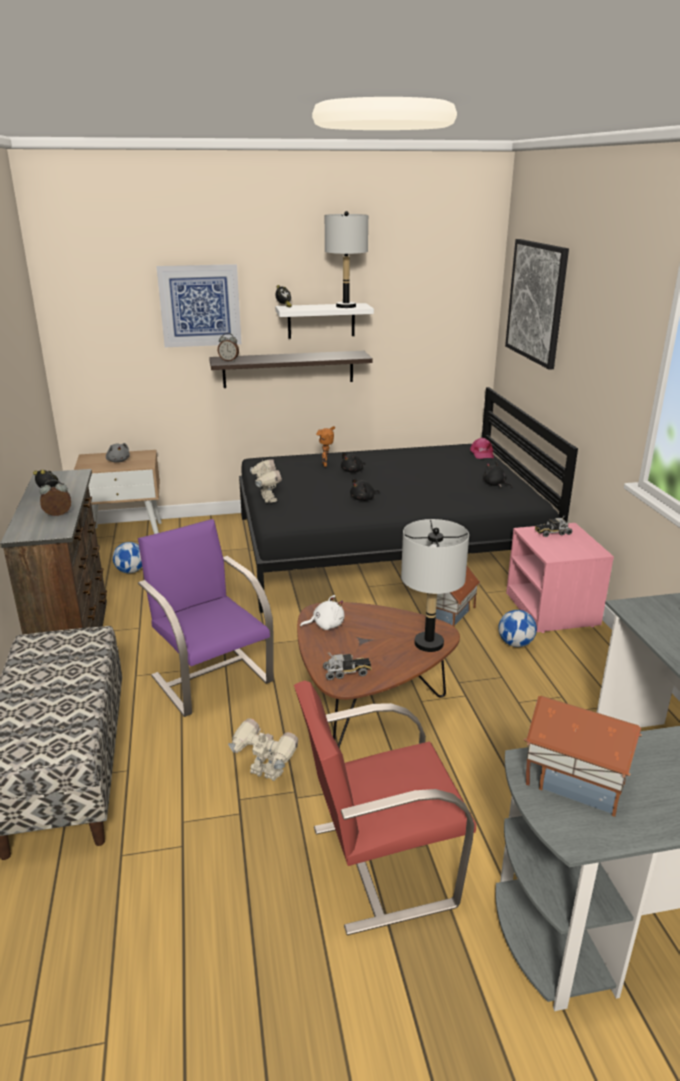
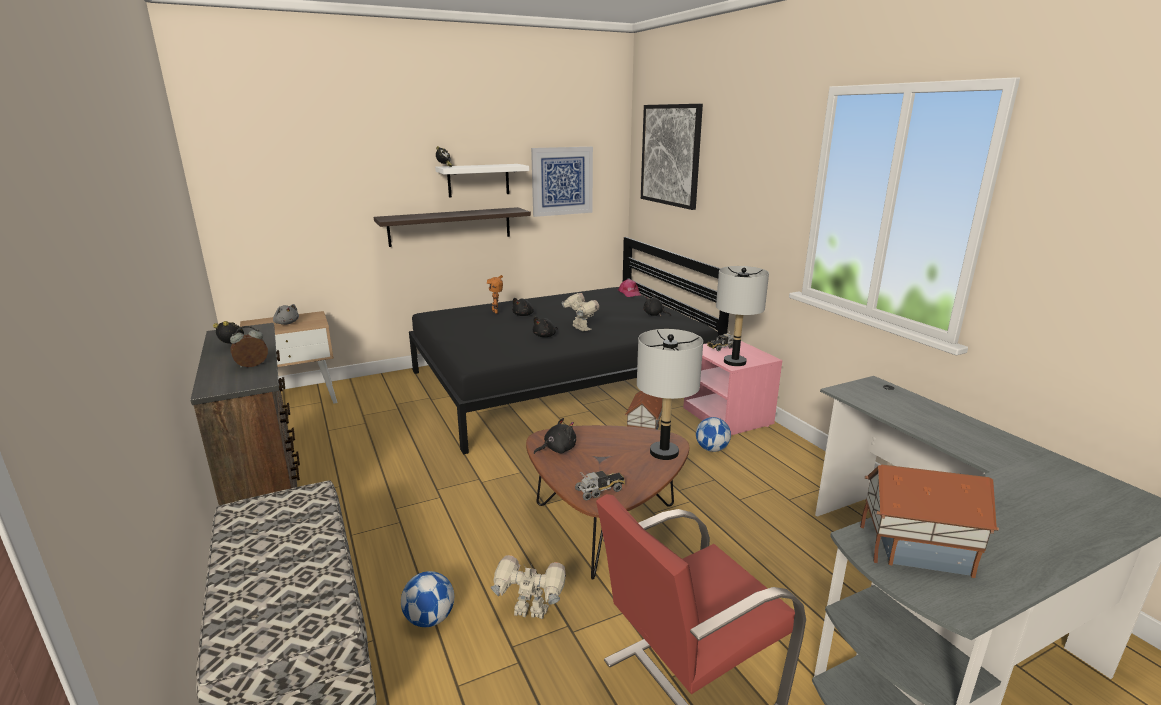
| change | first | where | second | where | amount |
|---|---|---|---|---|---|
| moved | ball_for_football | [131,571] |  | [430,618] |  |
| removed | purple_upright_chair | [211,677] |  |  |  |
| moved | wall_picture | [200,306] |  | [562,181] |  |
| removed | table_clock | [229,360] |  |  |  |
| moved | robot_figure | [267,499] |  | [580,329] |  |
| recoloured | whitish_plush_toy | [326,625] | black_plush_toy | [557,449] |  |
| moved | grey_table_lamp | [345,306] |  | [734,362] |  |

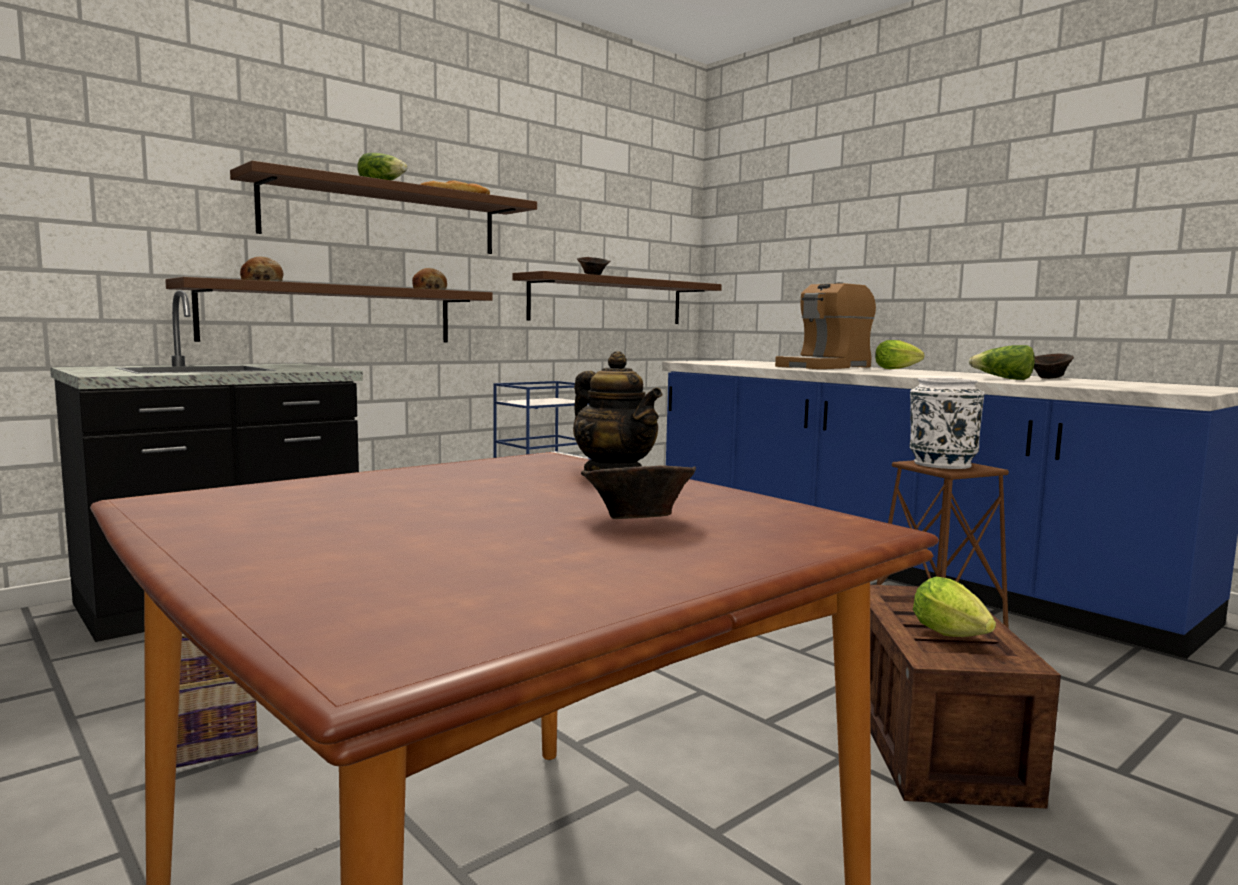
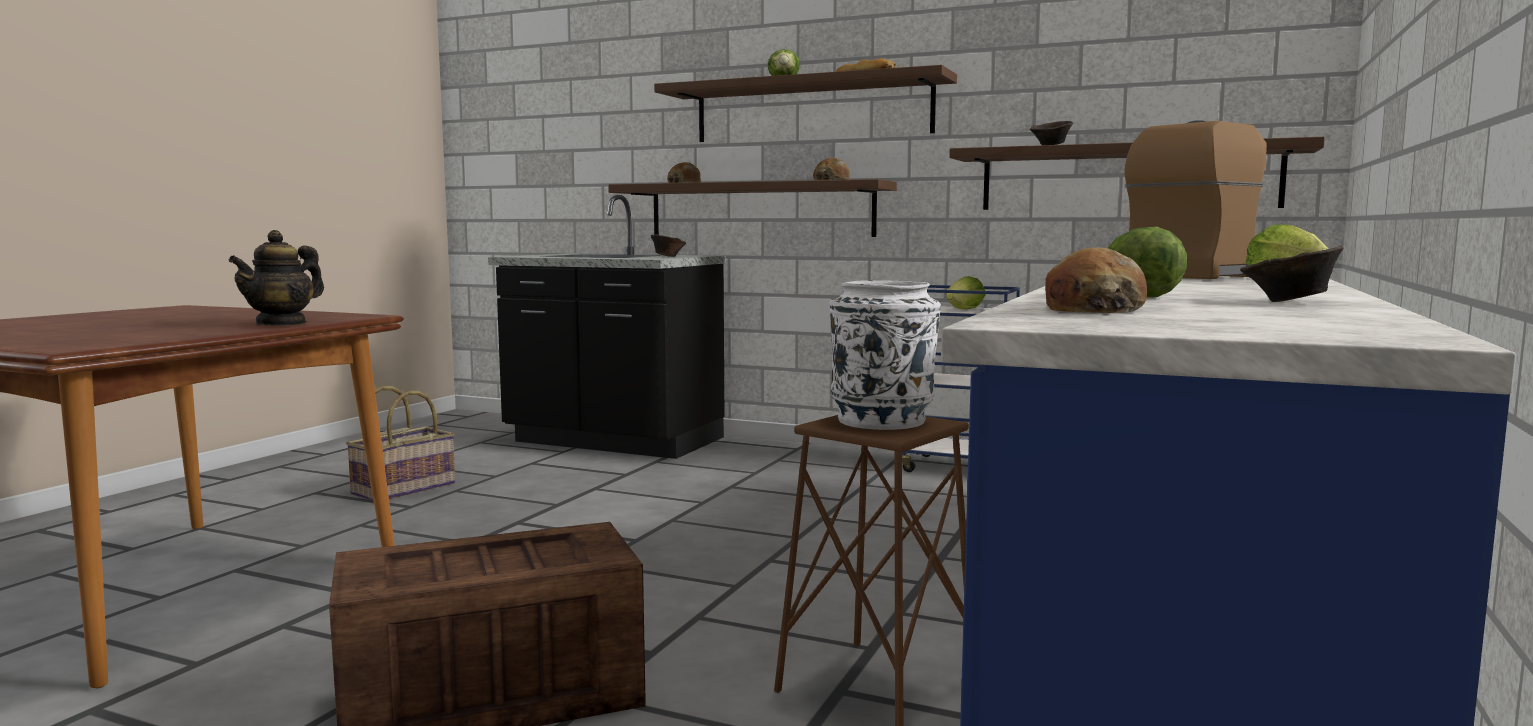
| change | first | where | second | where | amount |
|---|---|---|---|---|---|
| moved | brownish_serving_bowl | [636,521] |  | [668,256] |  |
| turned | coffee_machine | [825,367] |  | [1204,275] | 120 degrees clockwise |
| moved | lettuce | [954,636] |  | [963,310] |  |
| added |  |  | baked_bread | [1092,309] |  |

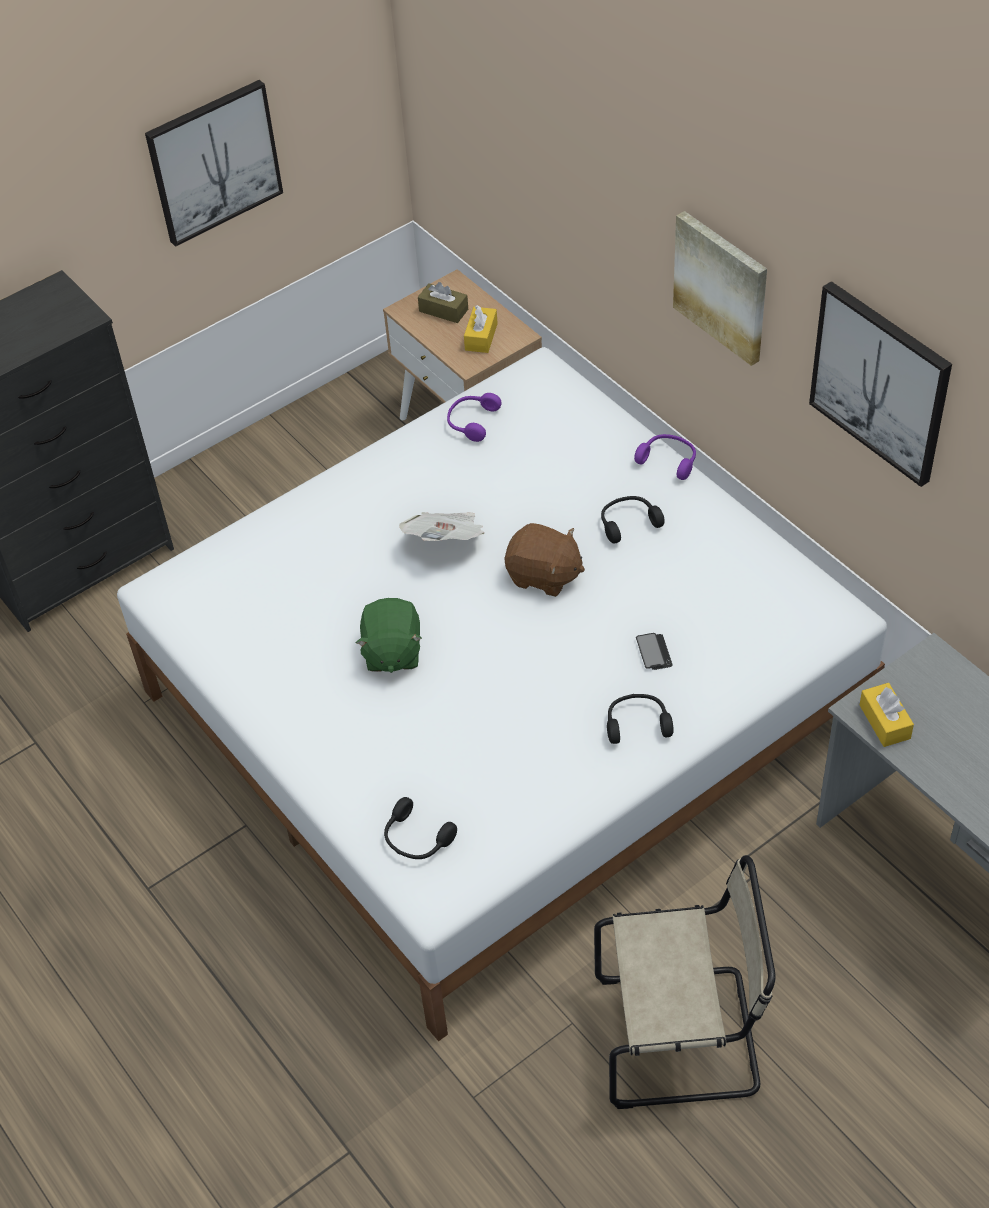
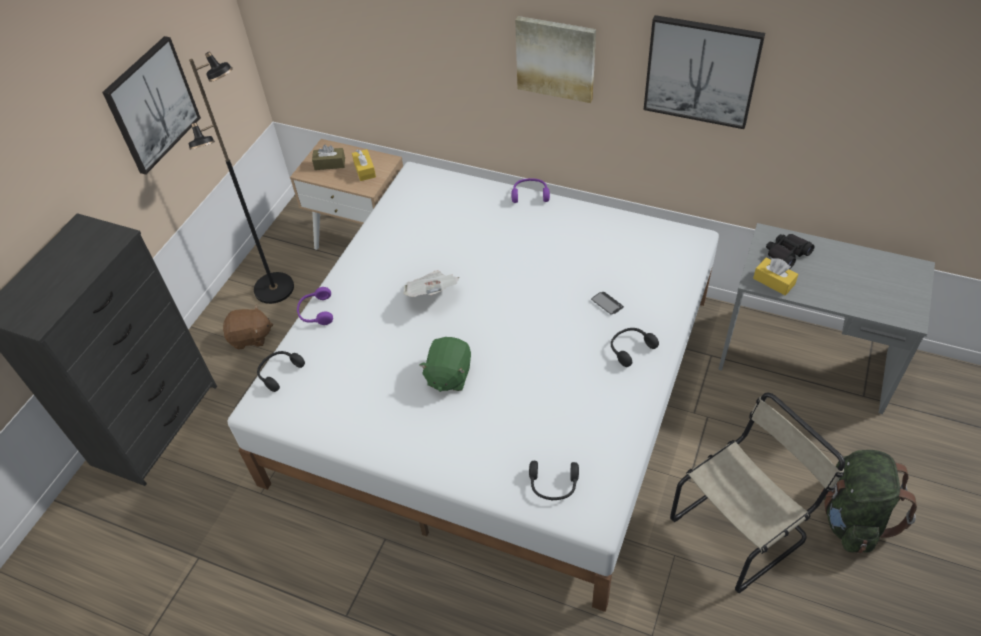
| change | first | where | second | where | amount |
|---|---|---|---|---|---|
| turned | green-coloured_plush_toy | [392,652] |  | [448,375] | 45 degrees clockwise |
| moved | purple_pair_of_headphones | [471,422] |  | [316,312] |  |
| moved | brownish_plush_toy | [544,576] |  | [250,337] |  |
| moved | black_pair_of_headphones | [628,523] |  | [279,372] |  |
| added |  |  | black_standing_lamp | [275,289] |  |
| added |  |  | black_binoculars | [786,254] |  |
| added |  |  | green-coloured_knapsack | [851,518] |  |

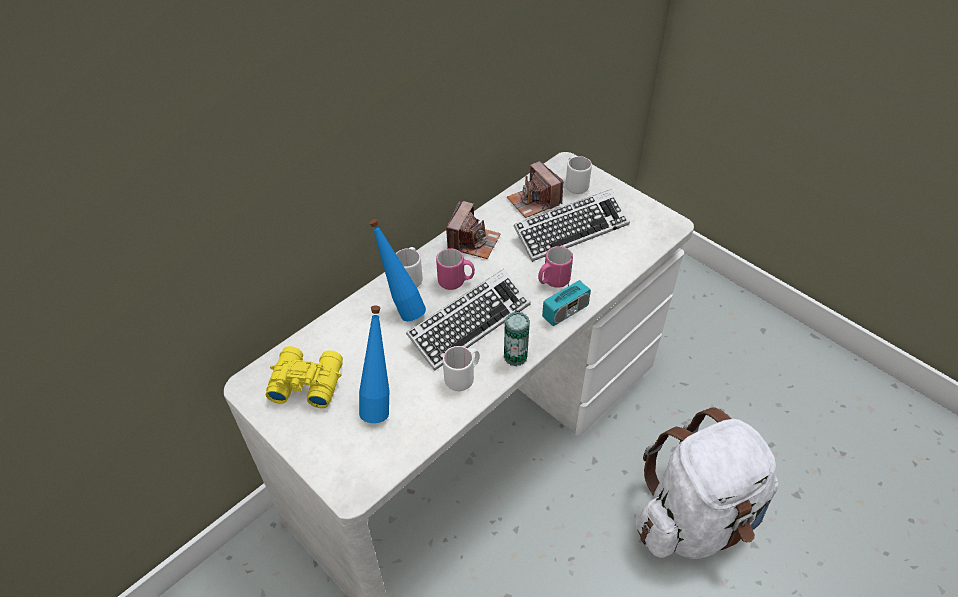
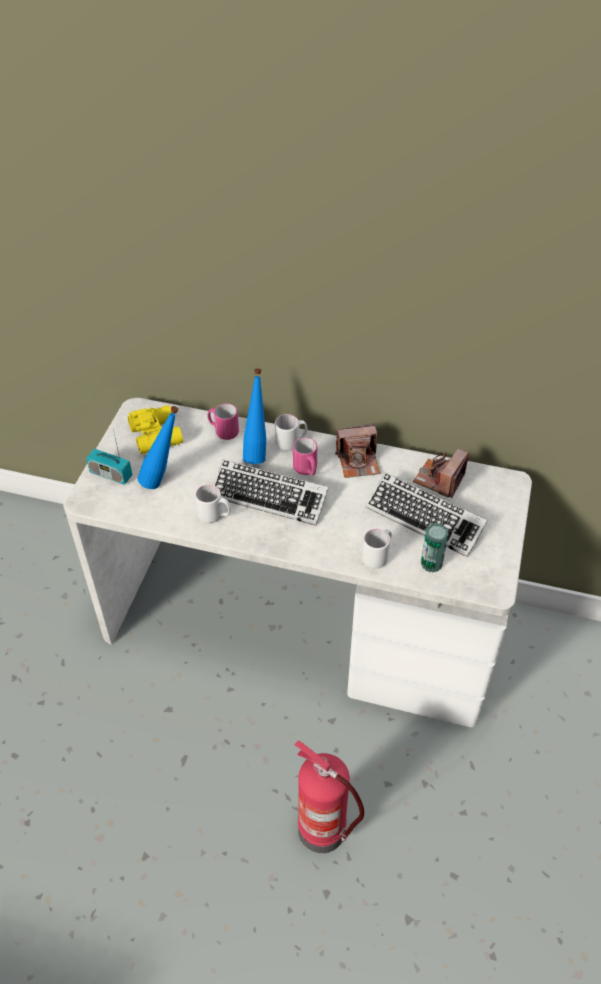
| change | first | where | second | where | amount |
|---|---|---|---|---|---|
| moved | metal_can | [515,356] |  | [431,563] |  |
| moved | pink-coloured_tea_mug | [552,281] |  | [223,431] |  |
| moved | radio_set | [565,312] |  | [111,474] |  |
| moved | whitish_tea_mug | [575,184] |  | [377,556] |  |
| replaced | whitish_knapsack | [696,518] | fire_extinguisher | [324,830] |  |

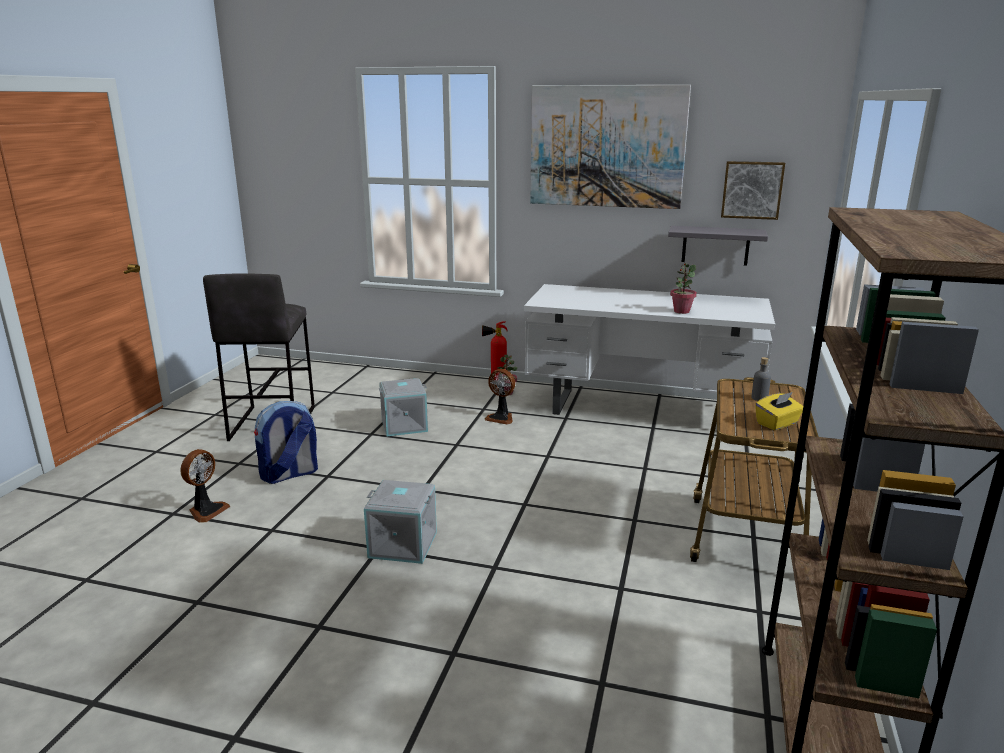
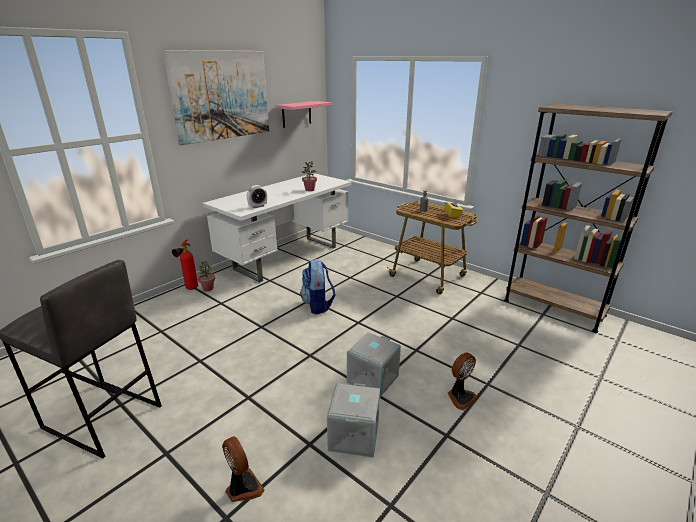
| change | first | where | second | where | amount |
|---|---|---|---|---|---|
| moved | knapsack | [289,474] |  | [318,305] |  |
| moved | grey_storage_bin | [404,425] |  | [353,435] |  |
| moved | fan | [501,418] |  | [460,397] |  |
| removed | grey_wall_shelf | [715,245] |  |  |  |
| replaced | wall_picture | [752,190] | pink-coloured_wall_shelf | [296,114] |  |
| added |  |  | table_clock | [257,206] |  |

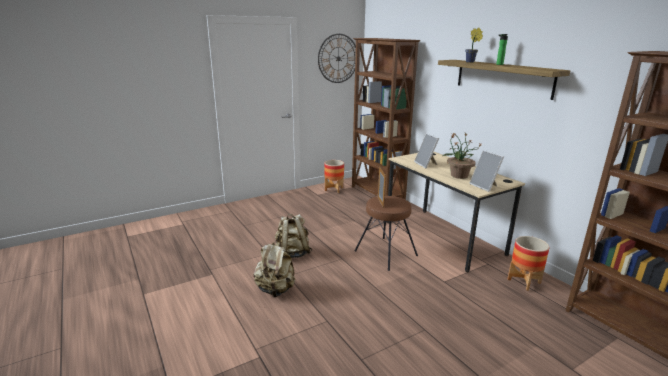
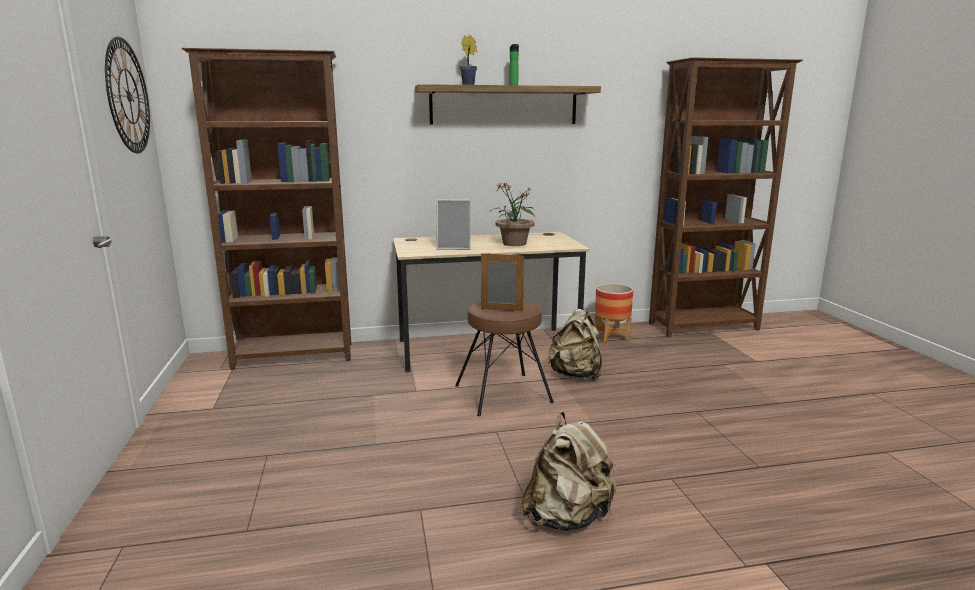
| change | first | where | second | where | amount |
|---|---|---|---|---|---|
| moved | beige_knapsack | [292,253] |  | [576,374] |  |
| removed | planter | [334,189] |  |  |  |
| removed | photo_frame | [485,186] |  |  |  |

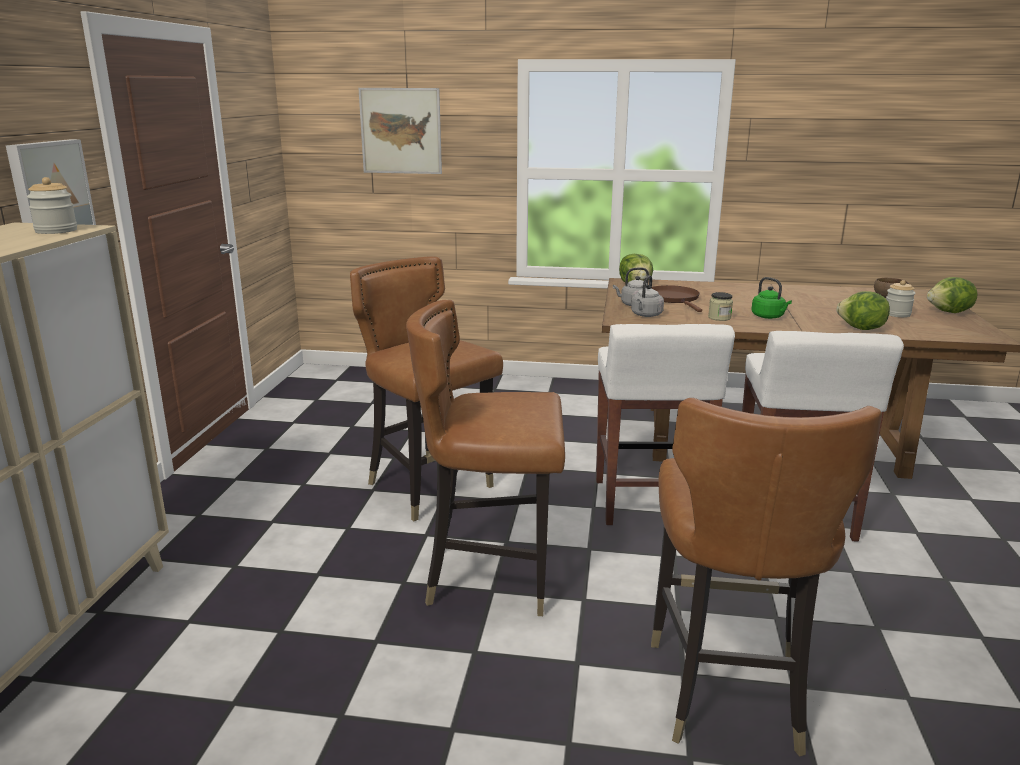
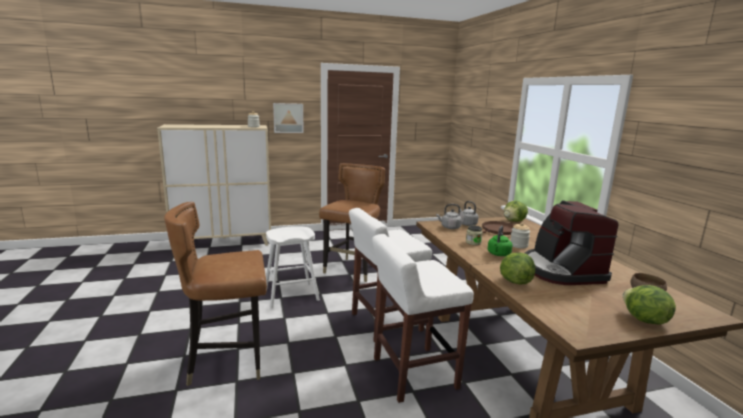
| change | first | where | second | where | amount |
|---|---|---|---|---|---|
| removed | wall_picture | [401,131] |  |  |  |
| replaced | brownish_upright_chair | [491,577] | whitish_stool | [291,295] |  |
| moved | jar | [897,314] |  | [518,245] |  |
| added |  |  | coffee_machine | [561,270] |  |

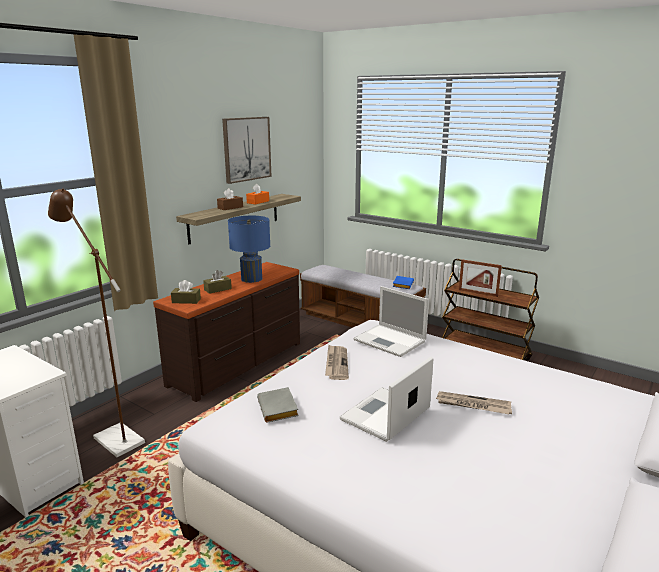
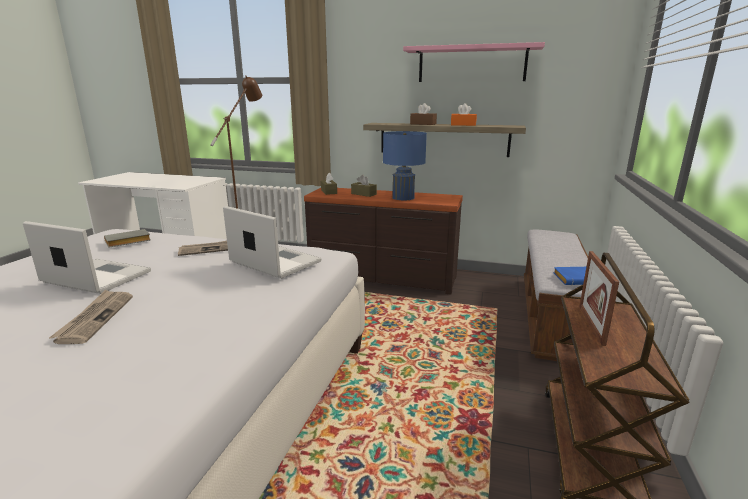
| change | first | where | second | where | amount |
|---|---|---|---|---|---|
| replaced | wall_picture | [246,149] | pink-coloured_wall_shelf | [471,64] |  |
| turned | notebook_computer | [391,341] |  | [274,262] | 105 degrees clockwise |

